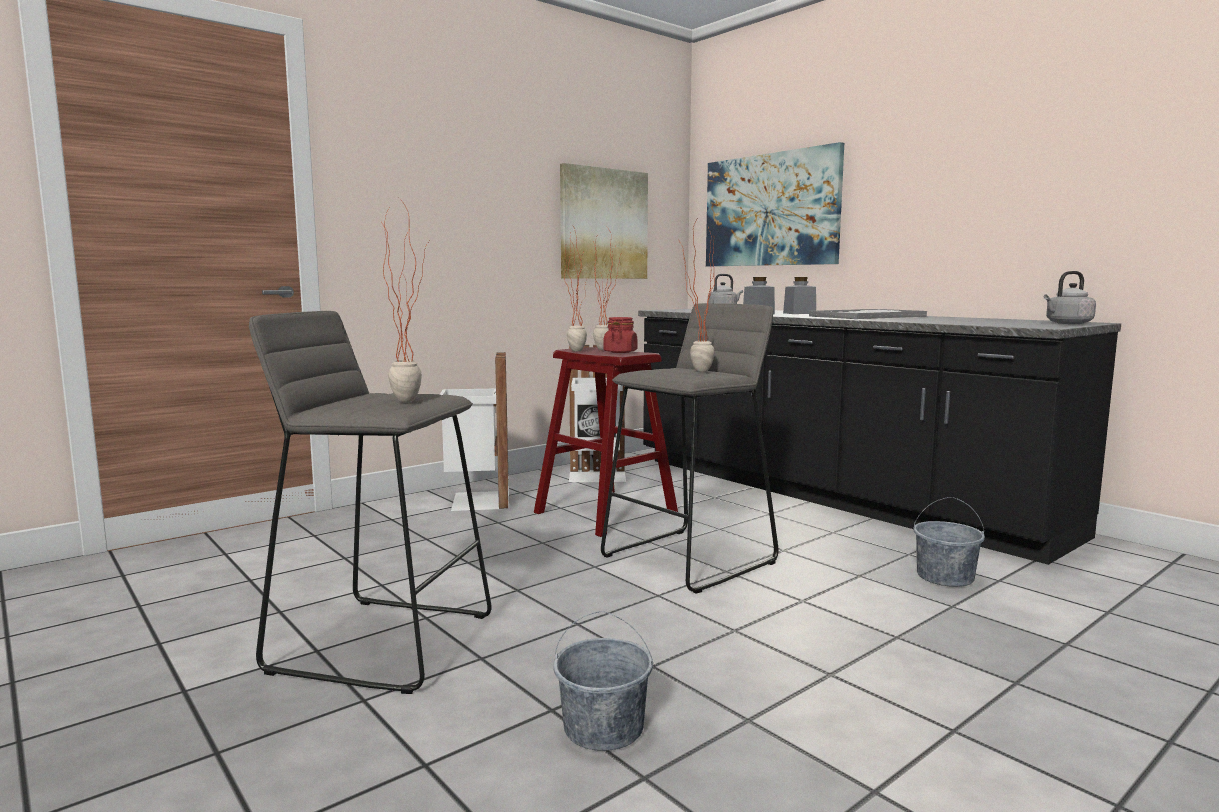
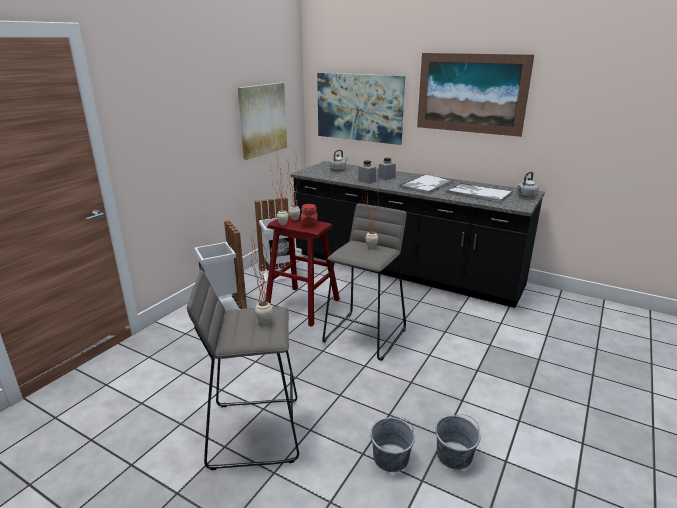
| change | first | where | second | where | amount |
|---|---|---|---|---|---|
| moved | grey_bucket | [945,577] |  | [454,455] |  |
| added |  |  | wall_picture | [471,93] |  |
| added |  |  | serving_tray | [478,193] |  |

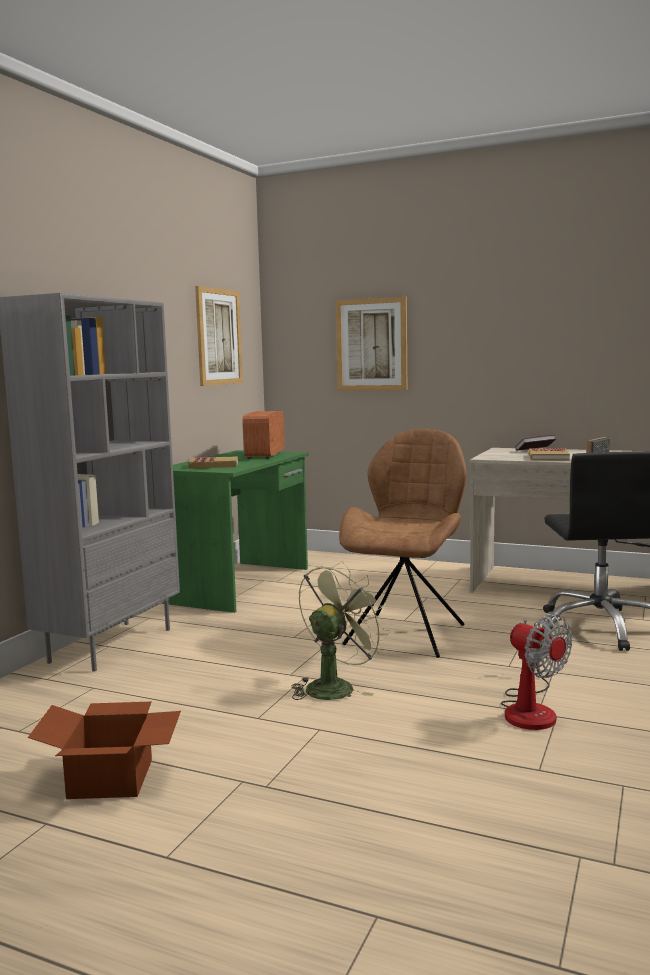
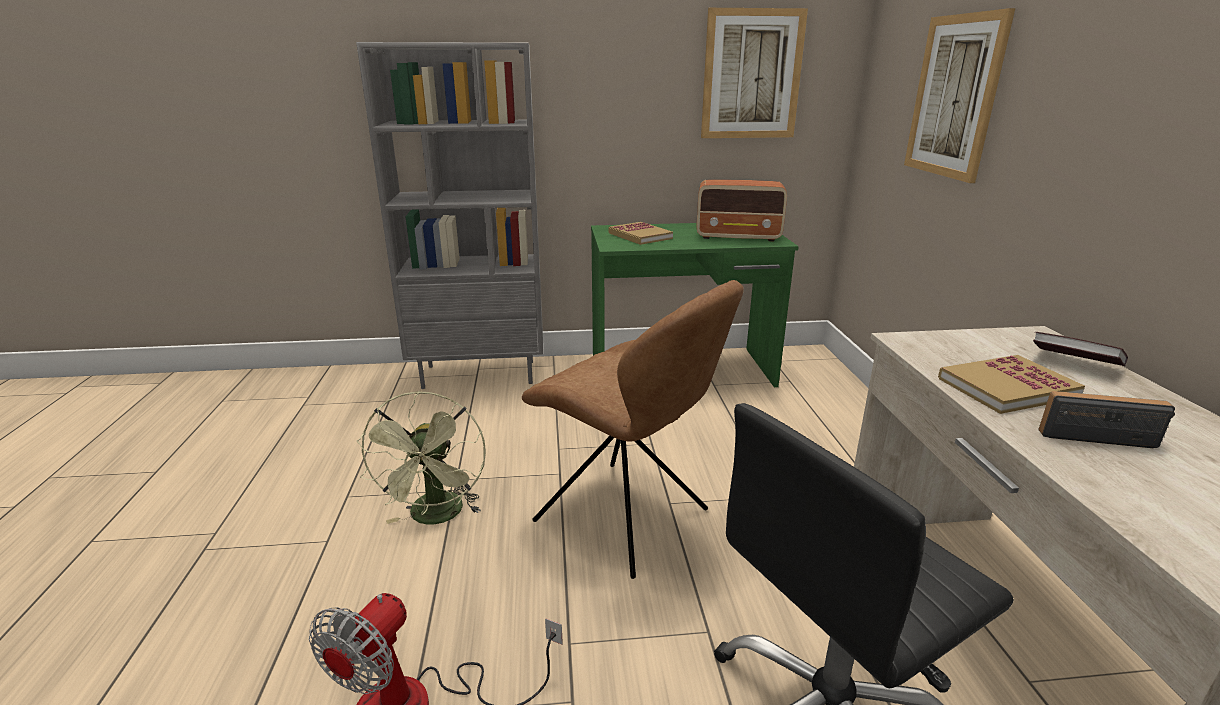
| change | first | where | second | where | amount |
|---|---|---|---|---|---|
| removed | packing_box | [113,779] |  |  |  |
| turned | radio_set | [264,455] |  | [739,236] | 150 degrees counterclockwise |
| turned | green-coloured_fan | [335,686] |  | [436,517] | 75 degrees clockwise |
| turned | brownish_upright_chair | [407,633] |  | [626,518] | 45 degrees clockwise |

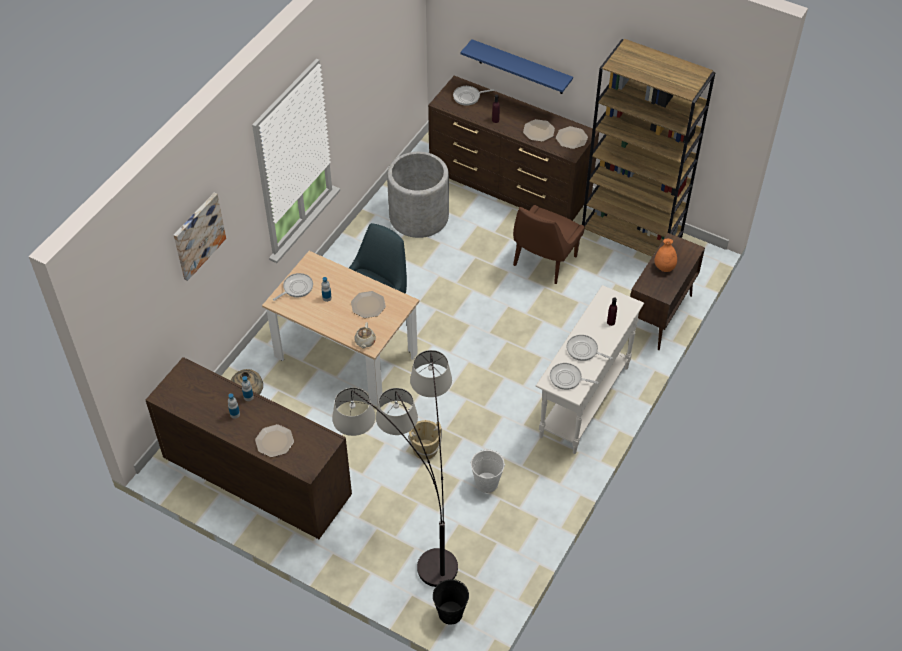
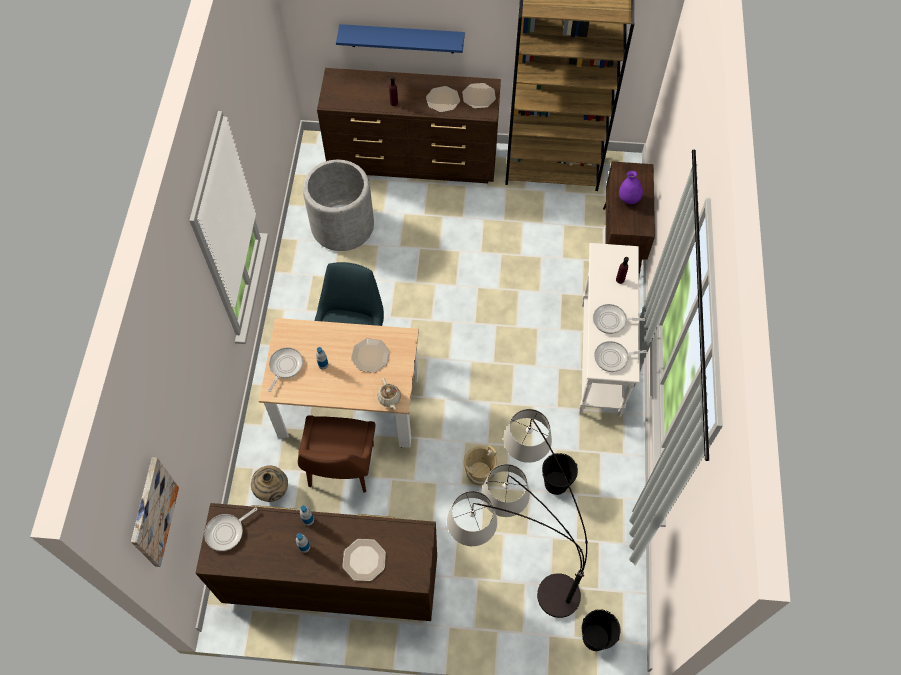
| change | first | where | second | where | amount |
|---|---|---|---|---|---|
| moved | wall_picture | [198,235] |  | [152,512] |  |
| moved | frying_pan | [468,97] |  | [227,532] |  |
| recoloured | whitish_bucket | [487,483] | black_bucket | [556,483] |  |
| moved | brownish_upright_chair | [543,262] |  | [340,468] |  |
| recoloured | orange-coloured_flower_vase | [664,267] | purple_flower_vase | [628,199] |  |

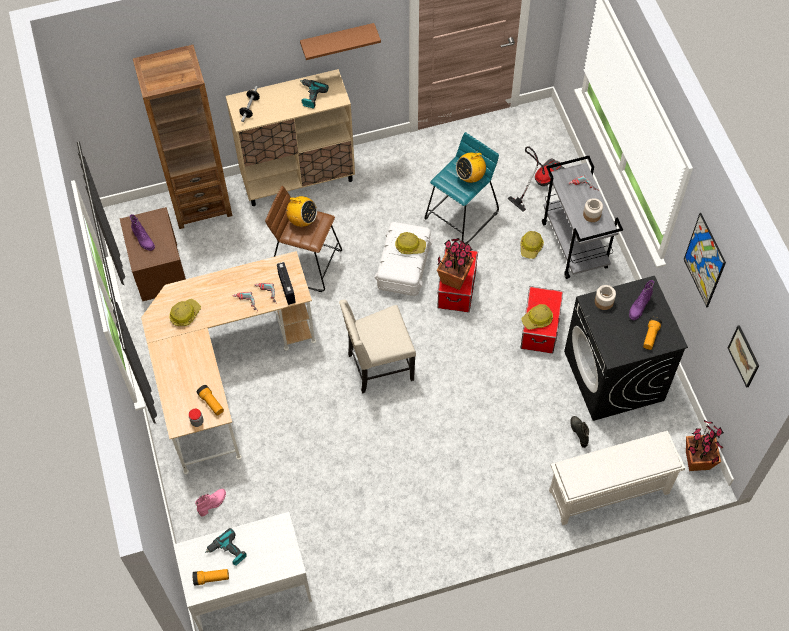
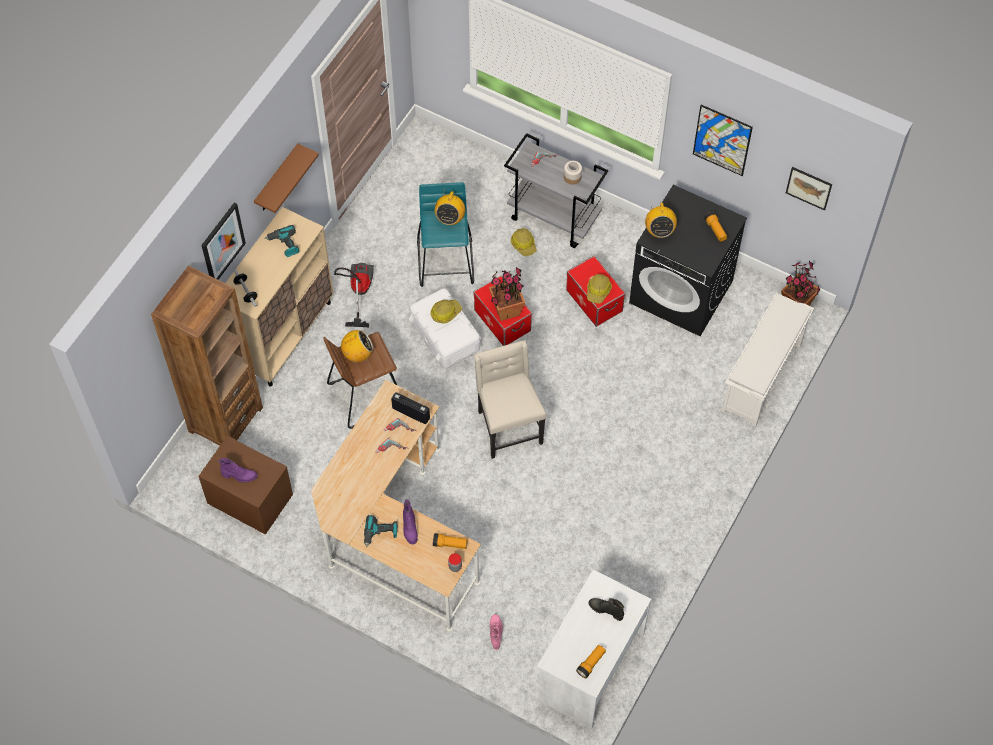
| change | first | where | second | where | amount |
|---|---|---|---|---|---|
| removed | work_helmet | [185,314] |  |  |  |
| moved | drill | [228,551] |  | [380,534] |  |
| turned | beige_upright_chair | [378,367] |  | [508,427] | 135 degrees clockwise |
| moved | hoover | [539,182] |  | [358,292] |  |
| moved | black_tall_boot | [579,432] |  | [606,610] |  |
| replaced | jar | [604,302] | radio_set | [659,231] |  |
| moved | purple_tall_boot | [639,307] |  | [409,528] |  |
| added |  |  | wall_picture | [222,243] |  |

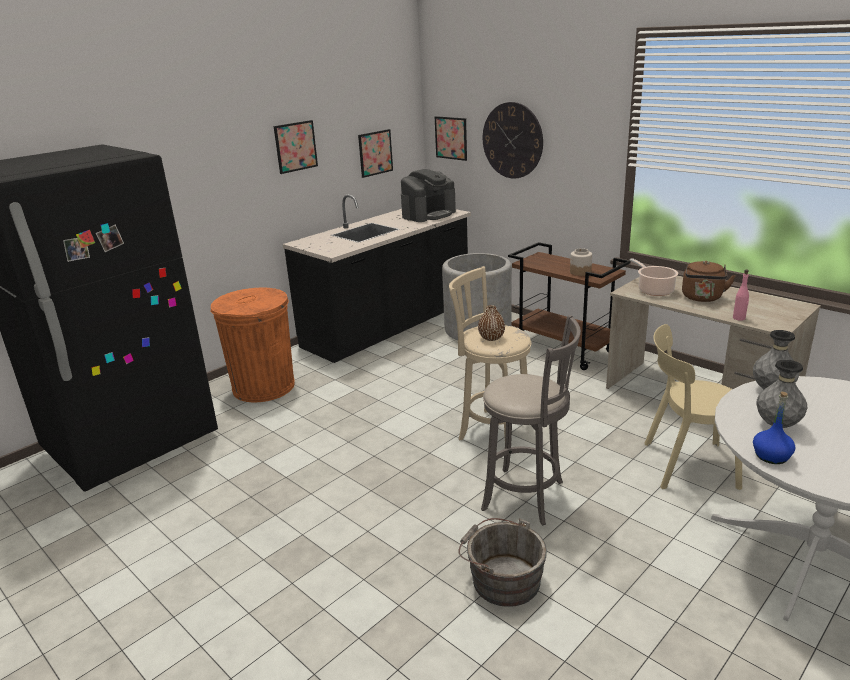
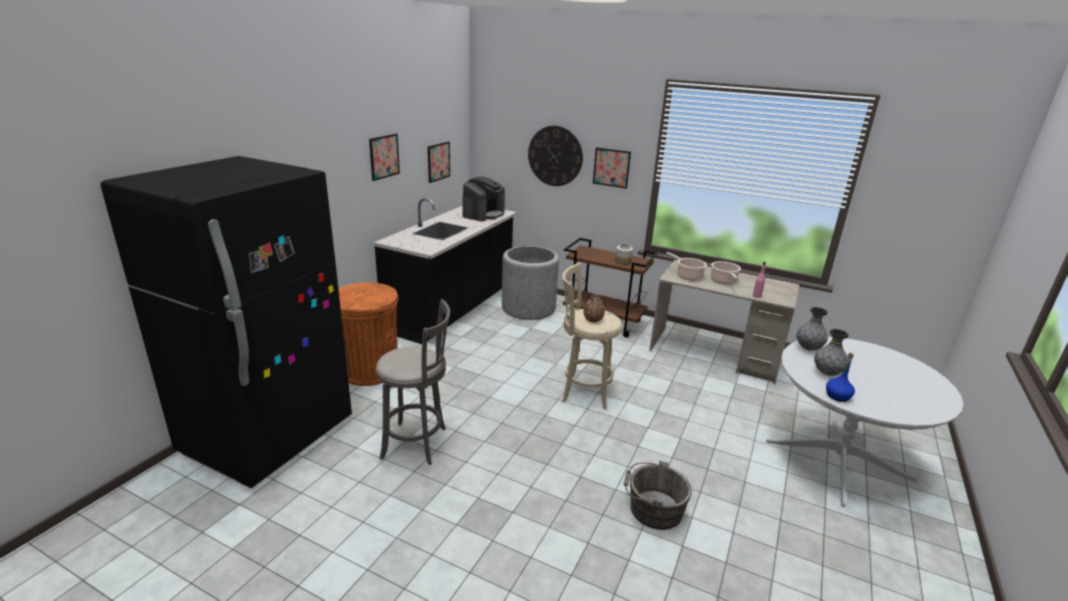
| change | first | where | second | where | amount |
|---|---|---|---|---|---|
| moved | wall_picture | [451,138] |  | [611,167] |  |
| moved | grey_stool | [527,497] |  | [418,443] |  |
| removed | beige_upright_chair | [685,465] |  |  |  |
| replaced | brownish_water_kettle | [702,298] | stockpot | [723,281] |  |

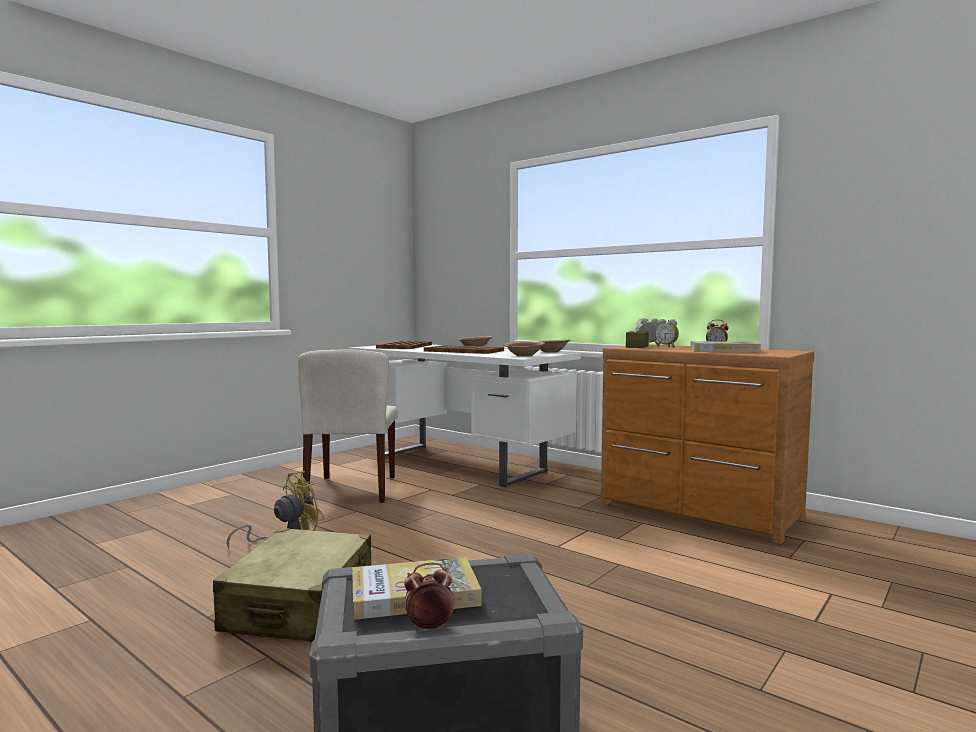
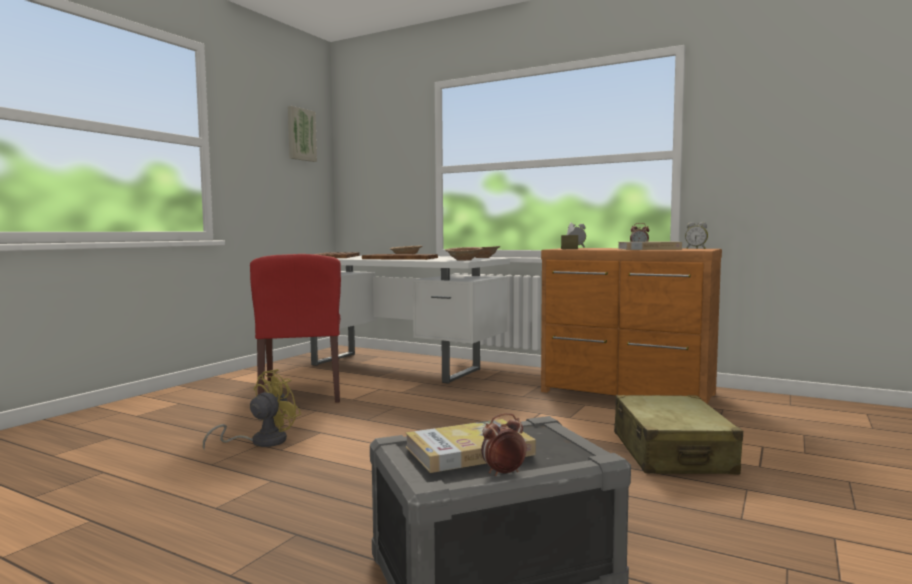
| change | first | where | second | where | amount |
|---|---|---|---|---|---|
| moved | beige_travel_case | [300,605] |  | [672,453] |  |
| recoloured | beige_upright_chair | [352,489] | reddish_upright_chair | [302,393] |  |
| moved | table_clock | [667,347] |  | [696,248] |  |
| added |  |  | wall_picture | [300,134] |  |

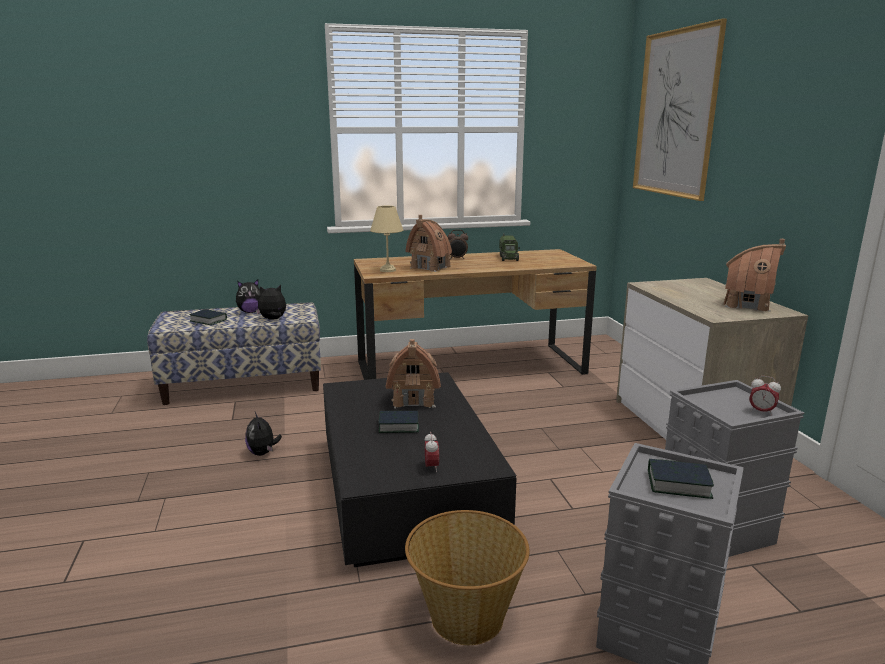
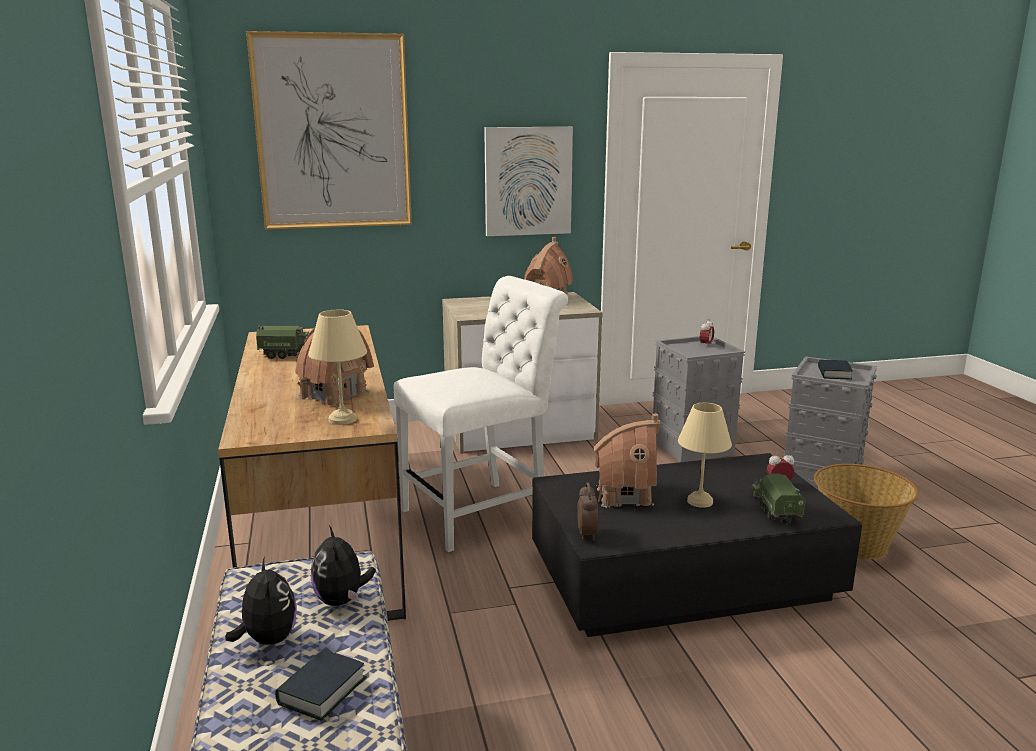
| change | first | where | second | where | amount |
|---|---|---|---|---|---|
| removed | plush_toy | [263,453] |  |  |  |
| replaced | bound_book | [398,426] | beige_table_lamp | [699,501] |  |
| moved | table_clock | [457,258] |  | [588,534] |  |
| added |  |  | whitish_upright_chair | [482,513] |  |
| added |  |  | wall_picture | [528,181] |  |
| added |  |  | toy_lorry | [775,508] |  |

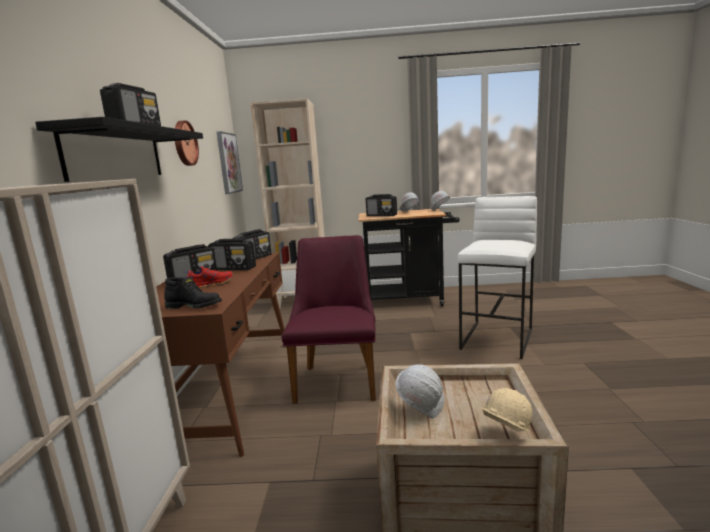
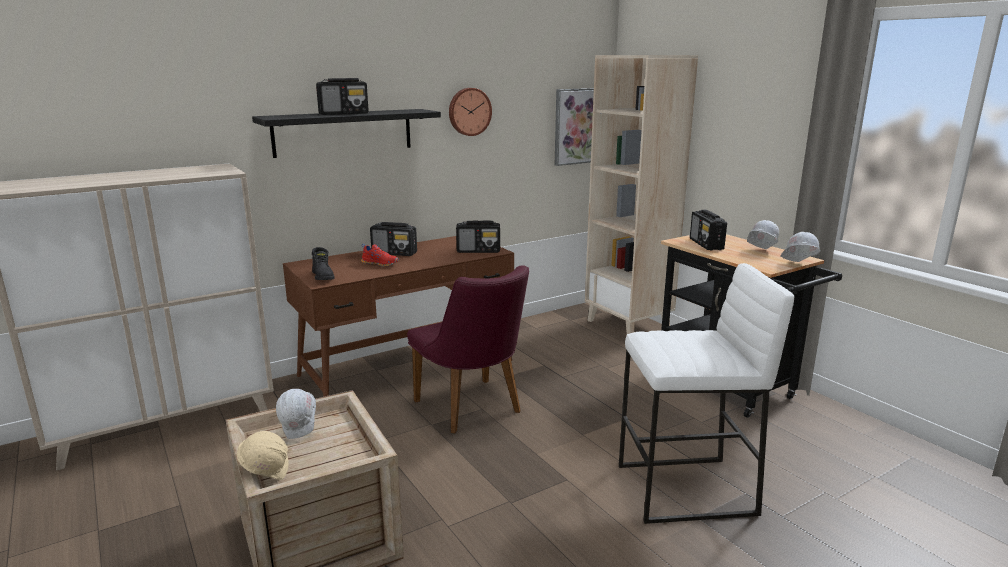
| change | first | where | second | where | amount |
|---|---|---|---|---|---|
| removed | radio_set | [234,268] |  |  |  |
| turned | purple_upright_chair | [338,378] |  | [473,410] | 90 degrees clockwise |

